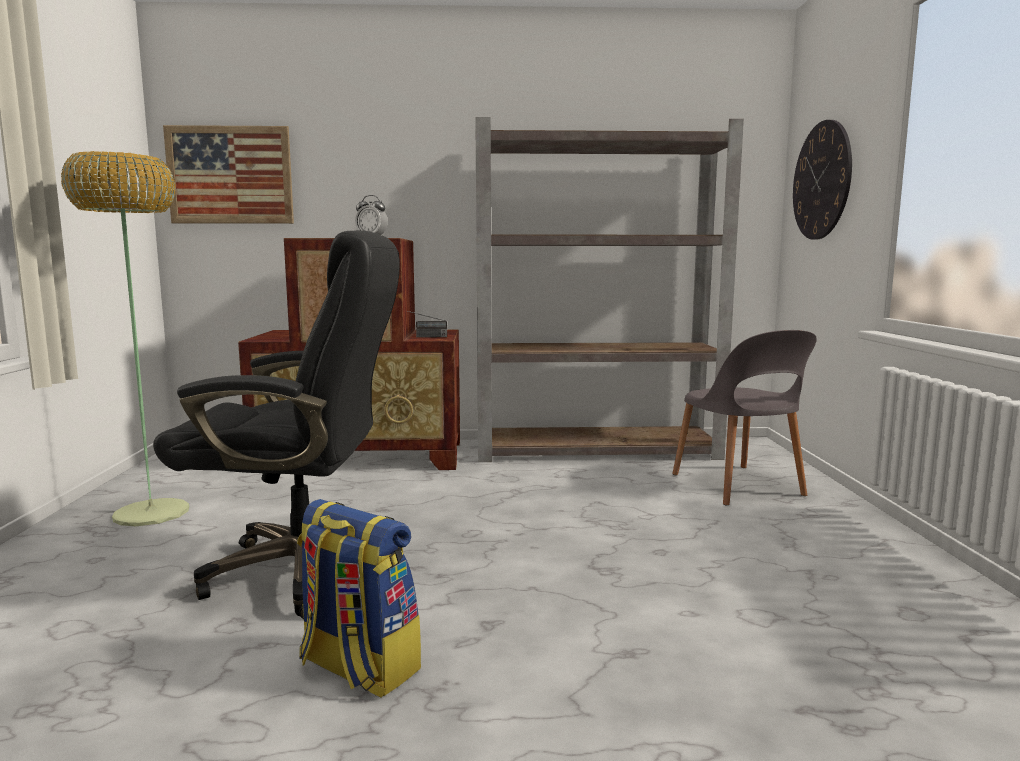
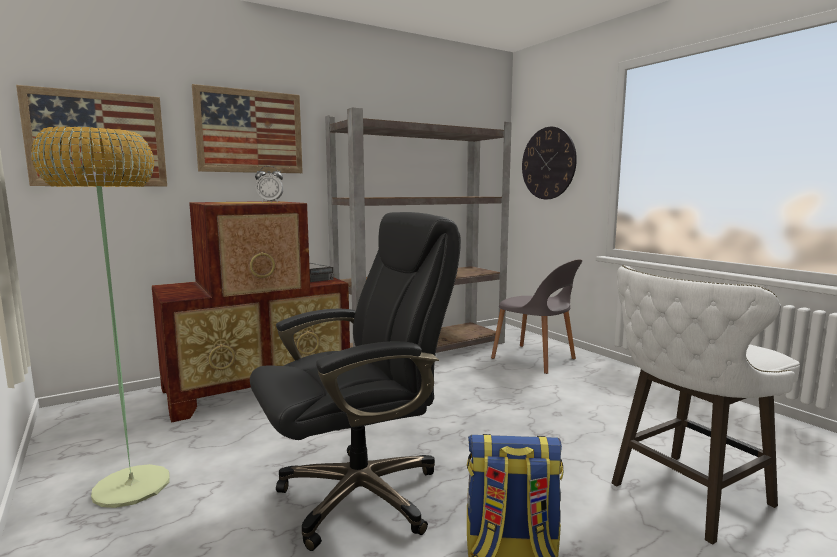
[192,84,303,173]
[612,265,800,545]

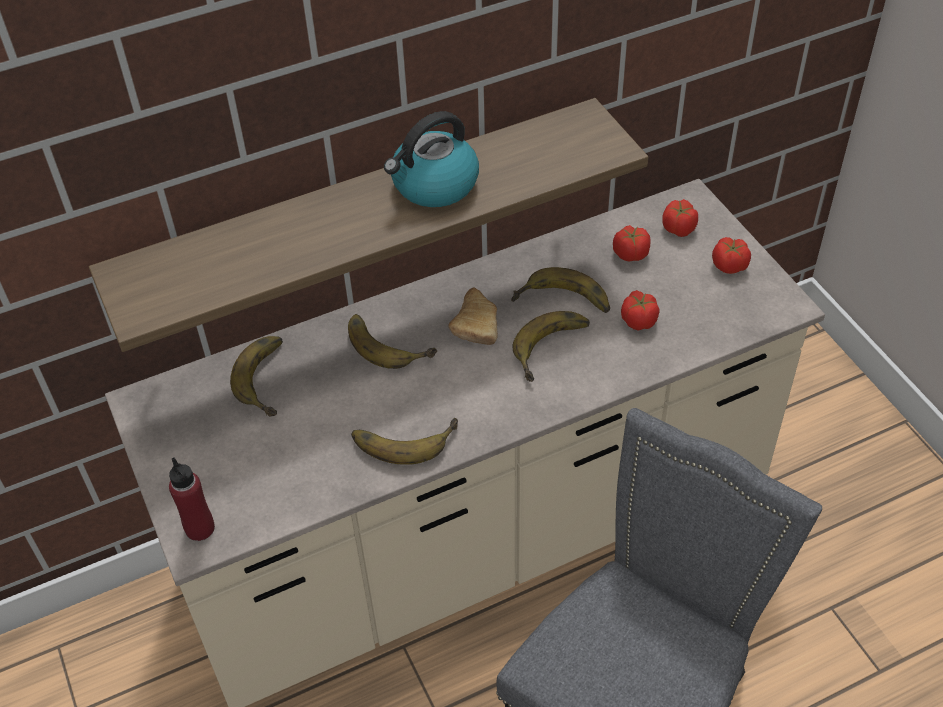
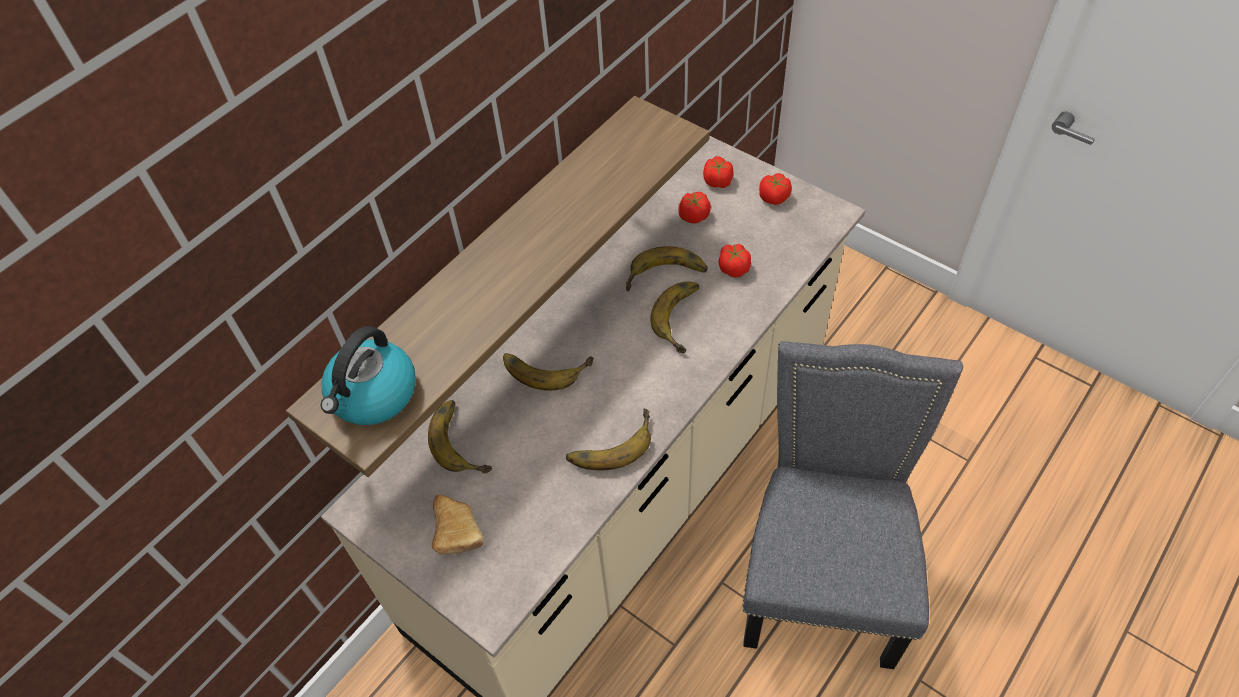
[169,457,215,541] (first image)
[321,326,416,425]
[432,494,484,555]

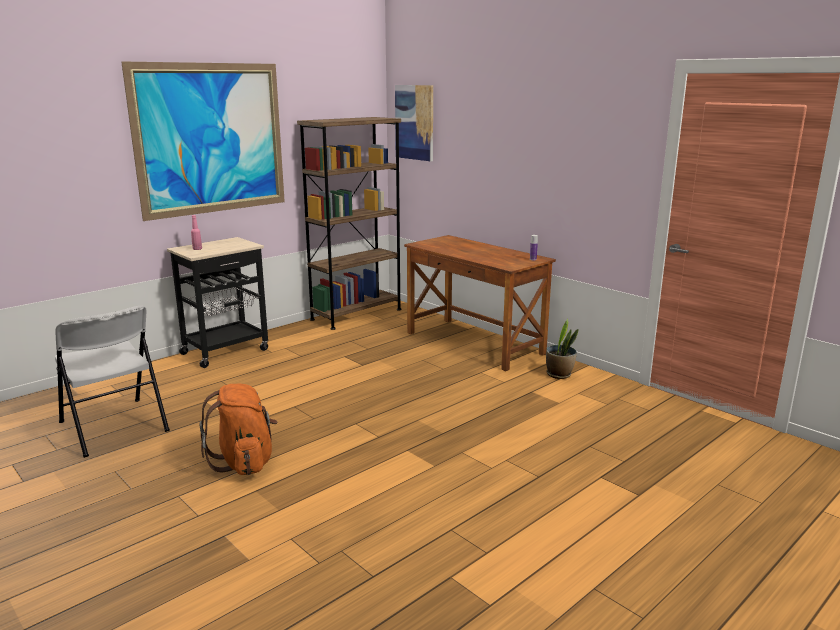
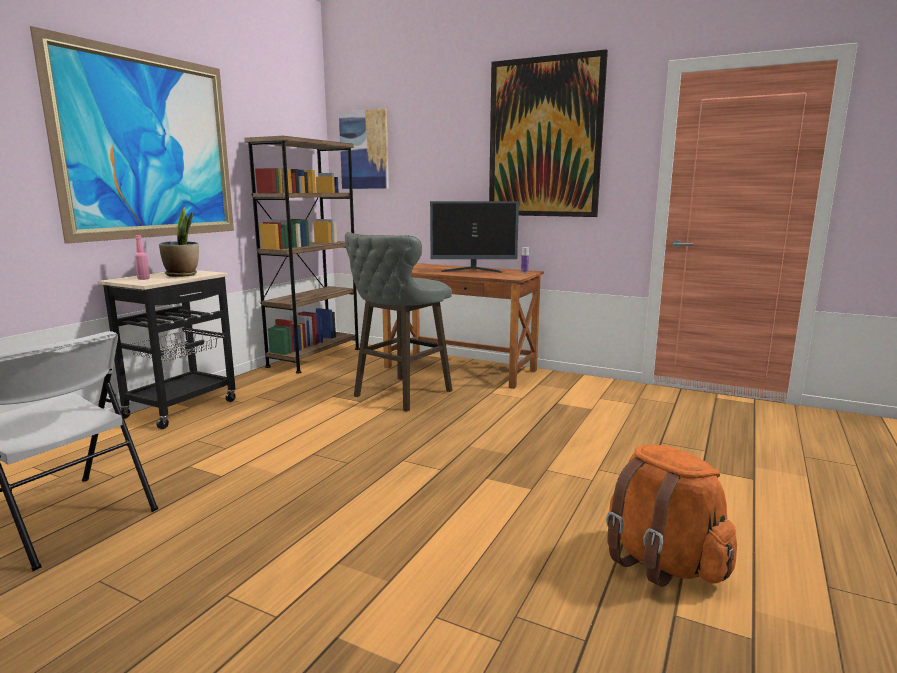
[606,444,737,587]
[159,207,199,277]
[345,232,452,411]
[430,201,519,273]
[489,49,608,217]

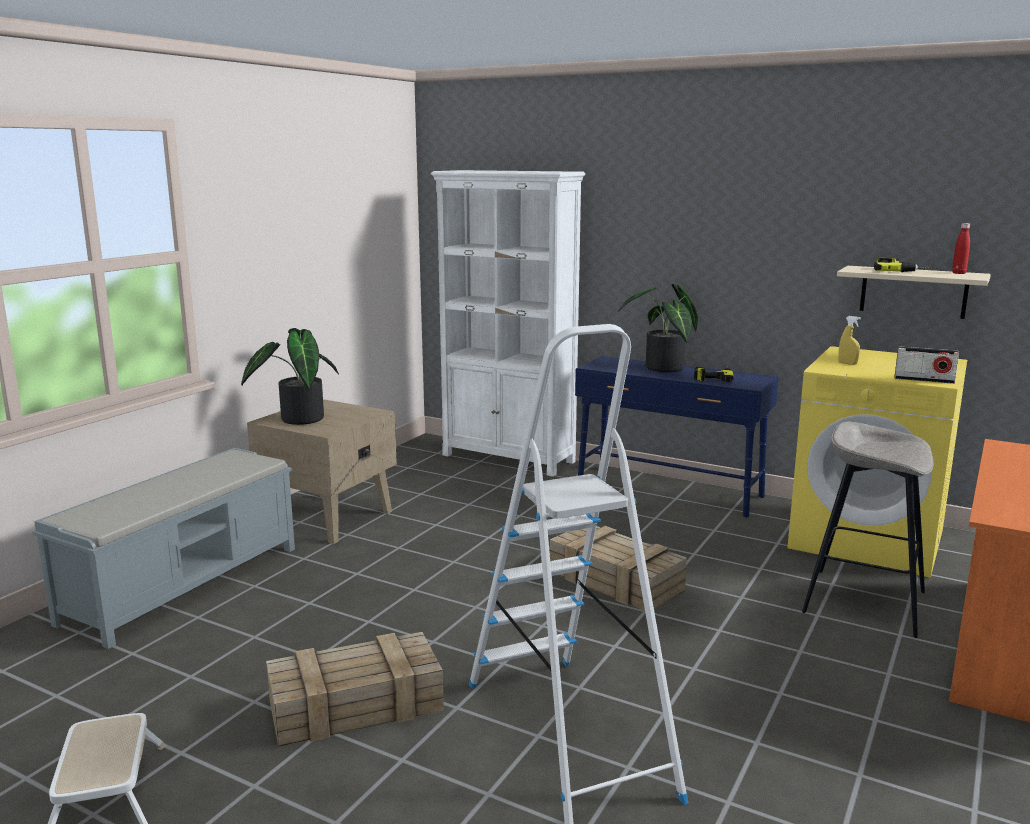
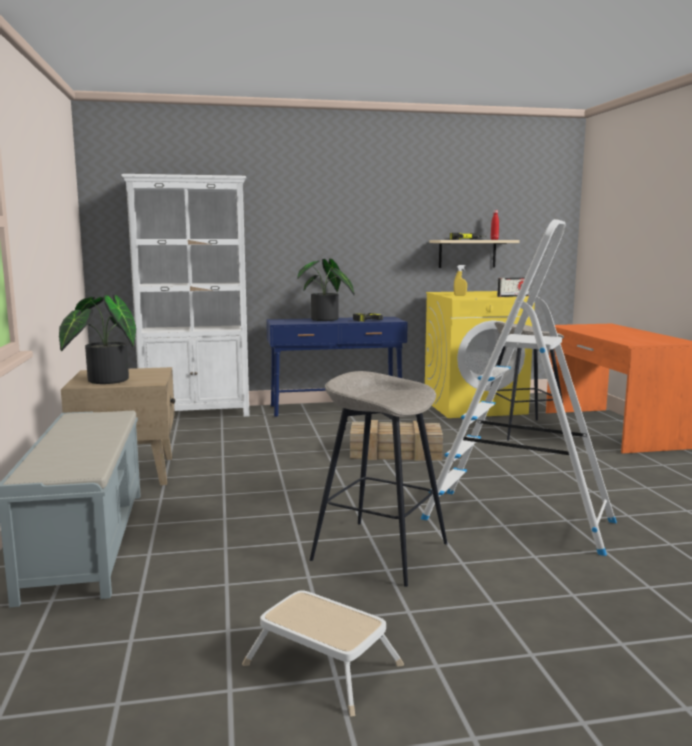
[310,371,447,587]

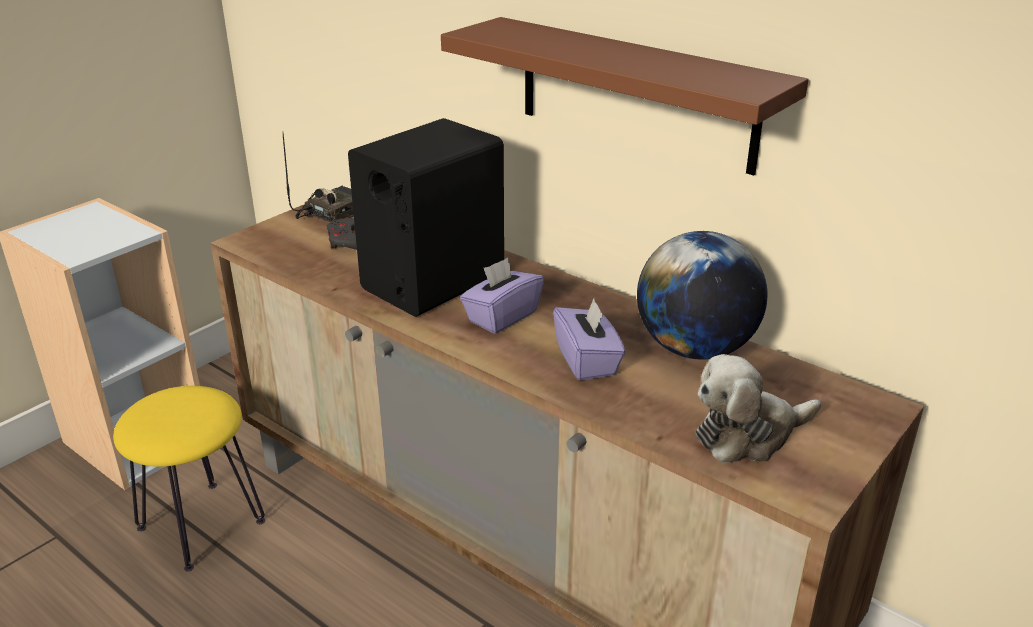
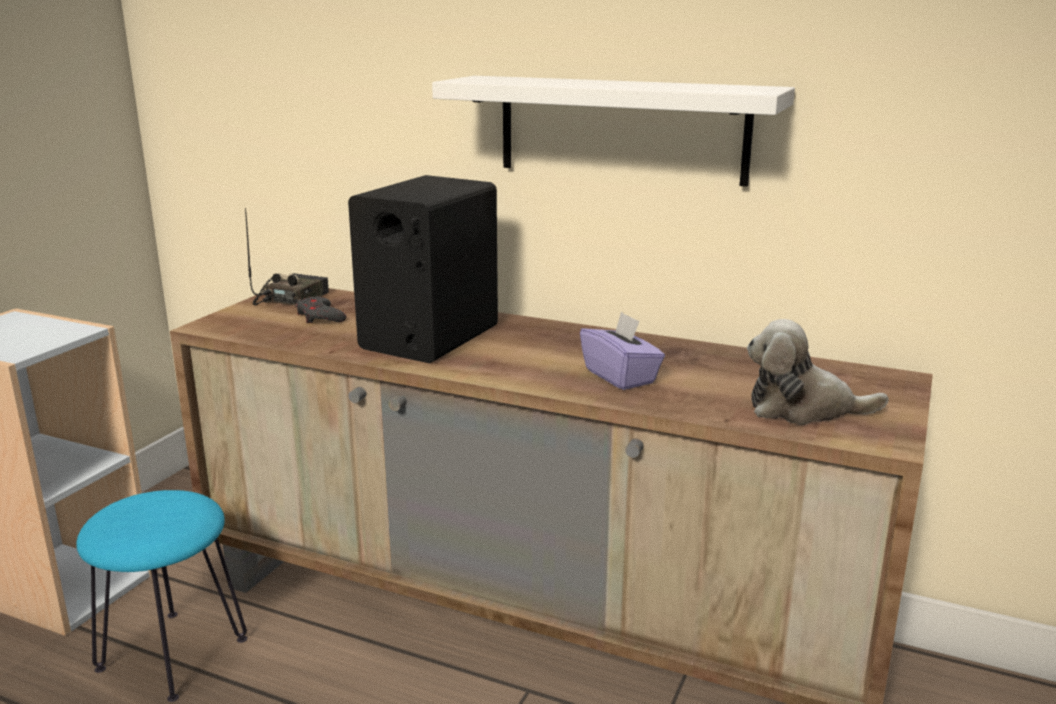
[76,490,247,702]
[432,76,795,187]
[460,257,544,334] (first image)
[637,231,768,360] (first image)
[747,319,889,425]

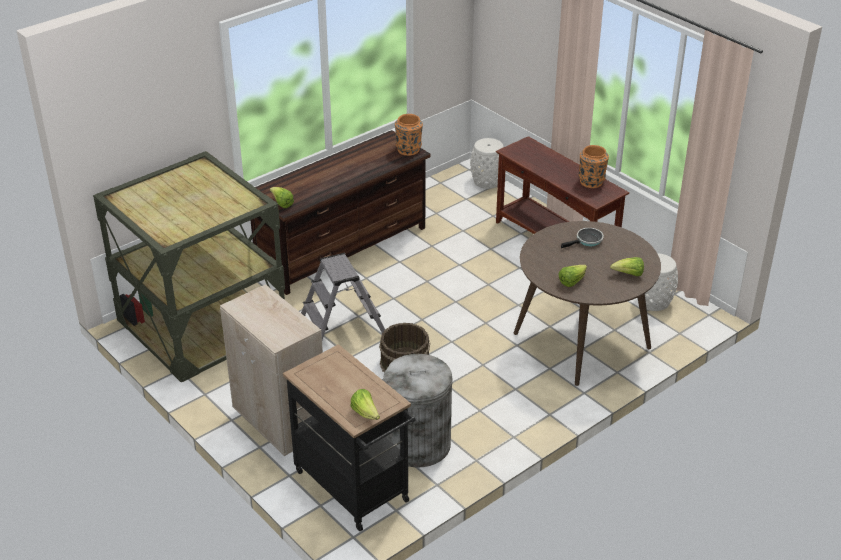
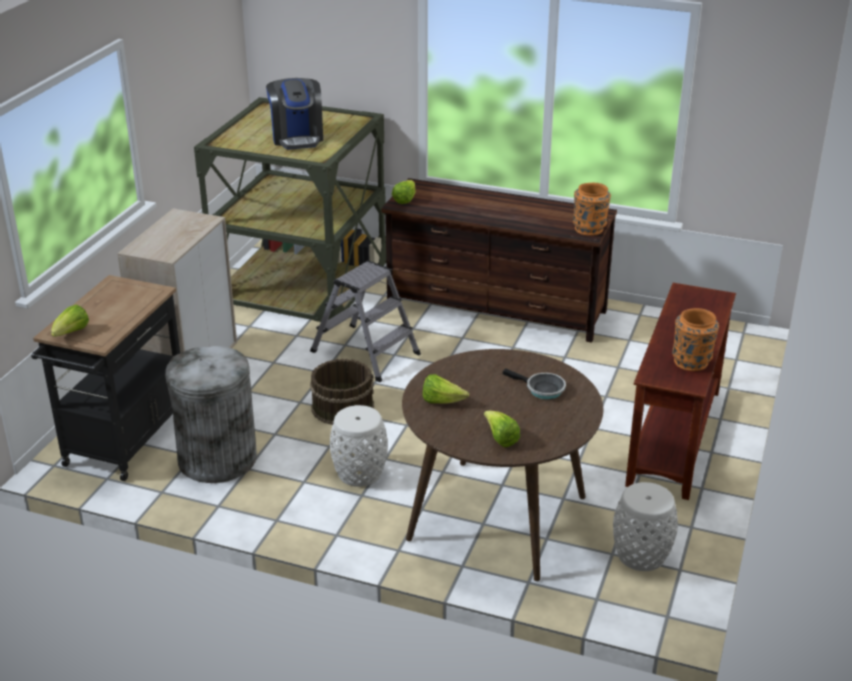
[330,405,388,487]
[266,78,323,149]

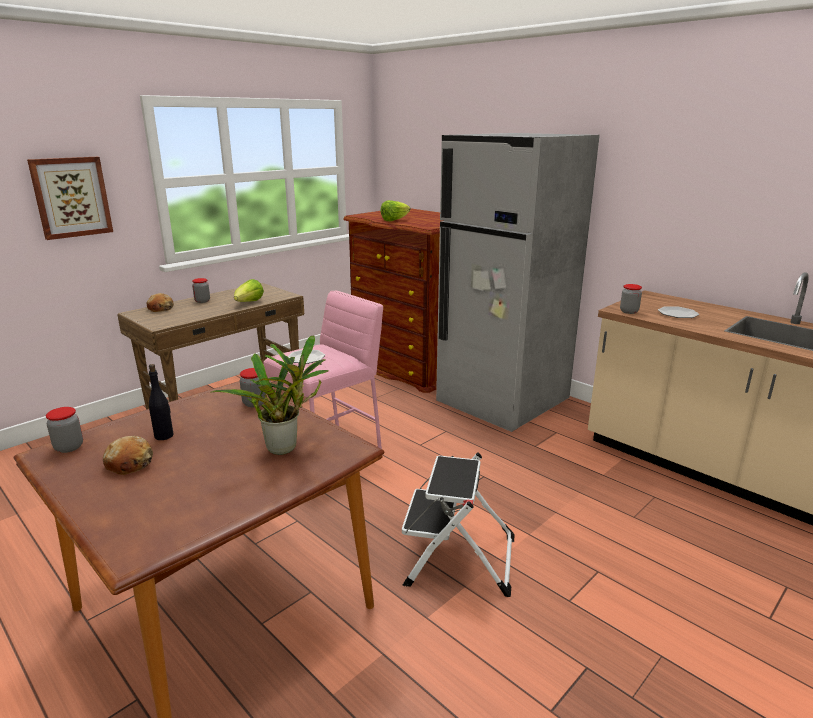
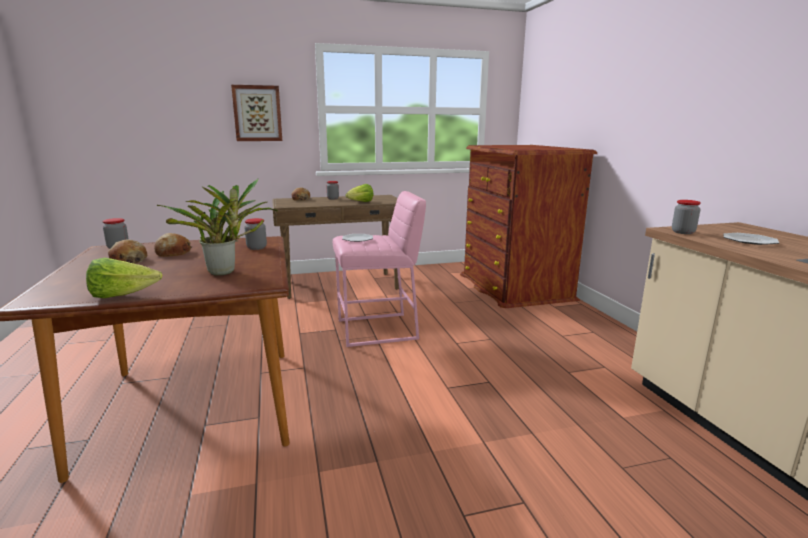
[154,233,192,257]
[86,258,162,298]
[402,452,514,597] (first image)
[436,133,600,432] (first image)

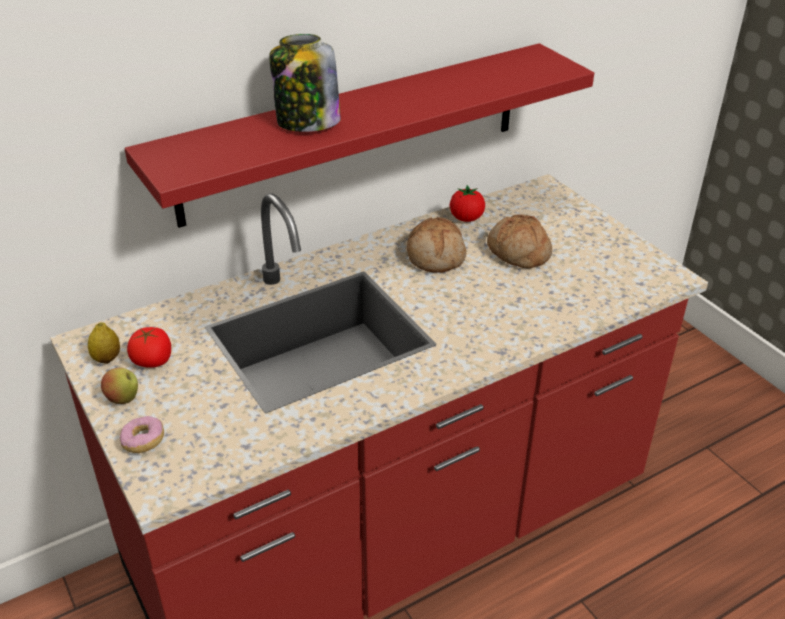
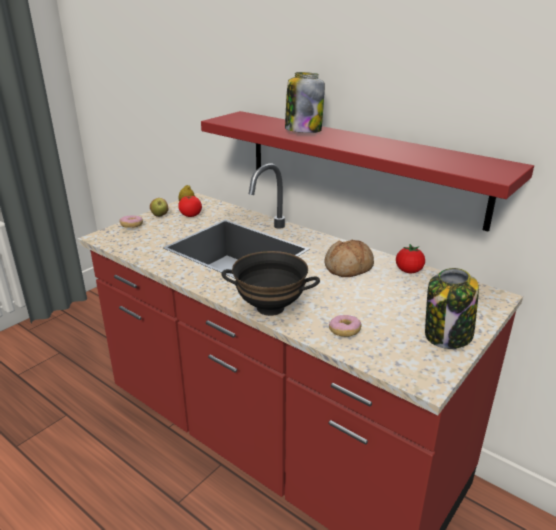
[487,214,552,268] (first image)
[222,251,320,316]
[329,315,361,337]
[425,268,479,349]

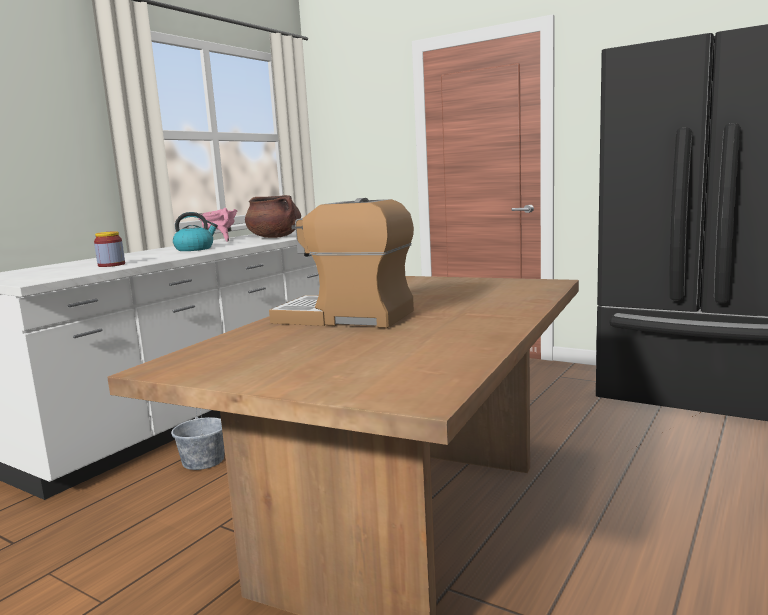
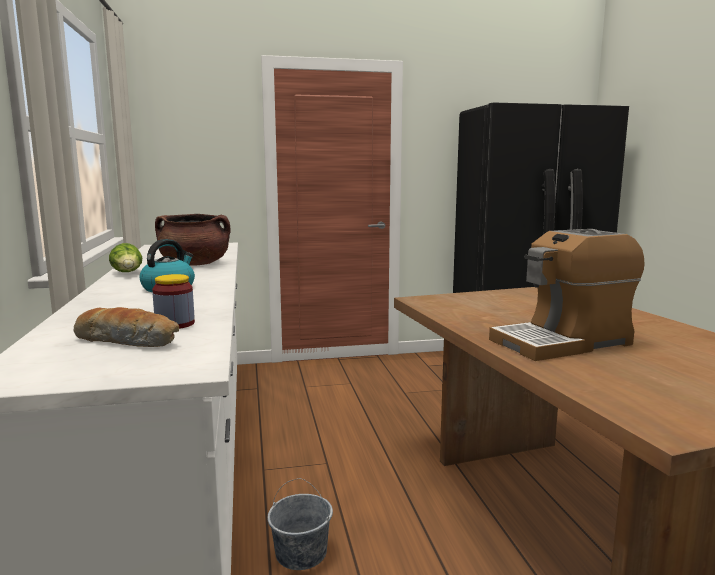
[109,243,142,272]
[74,307,179,347]

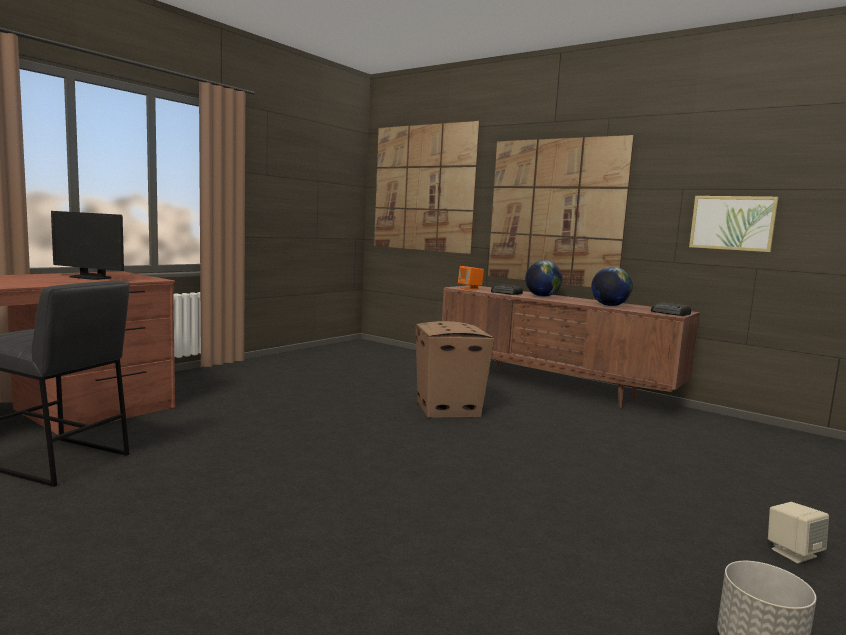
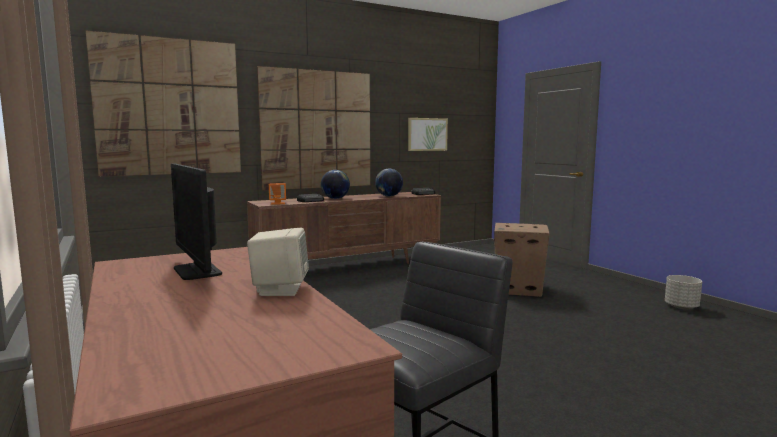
[171,164,222,280]
[494,223,550,297]
[247,228,309,296]

